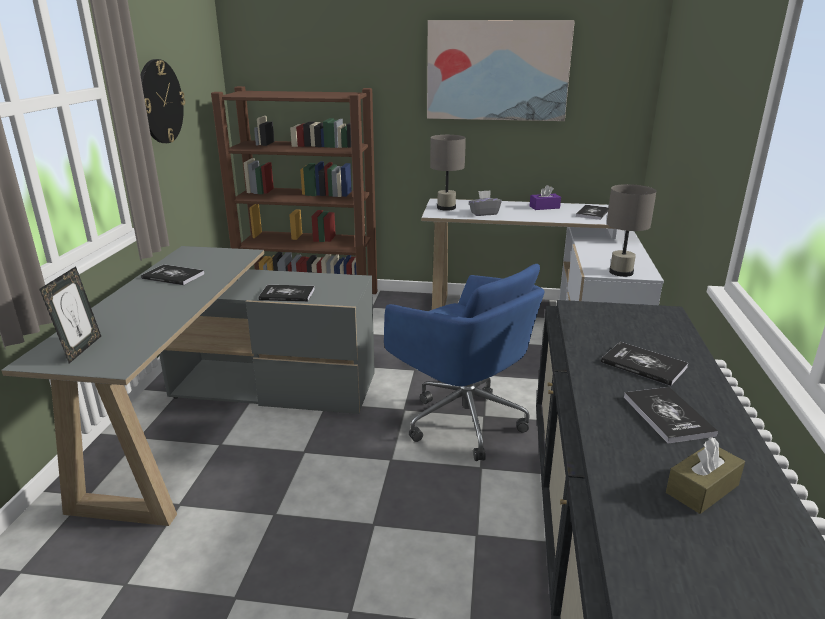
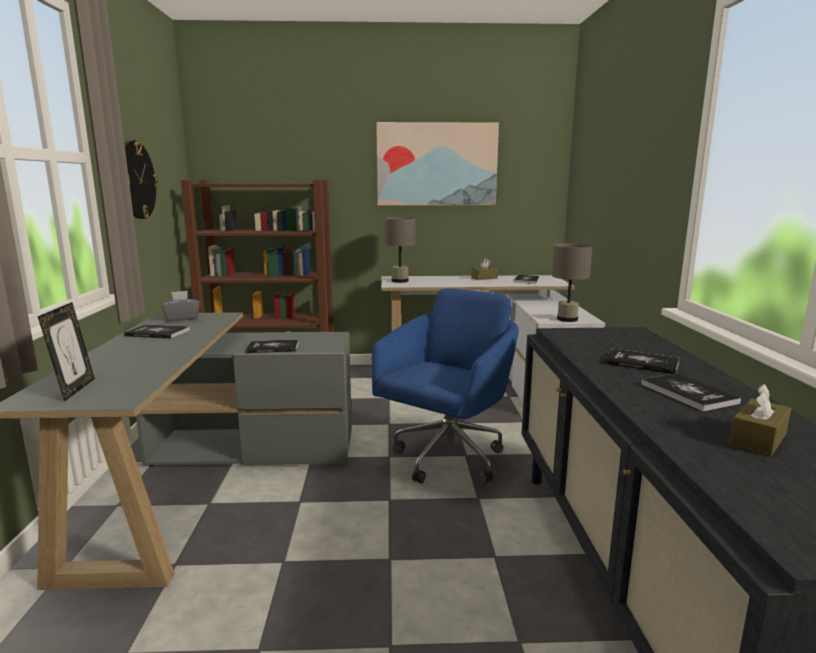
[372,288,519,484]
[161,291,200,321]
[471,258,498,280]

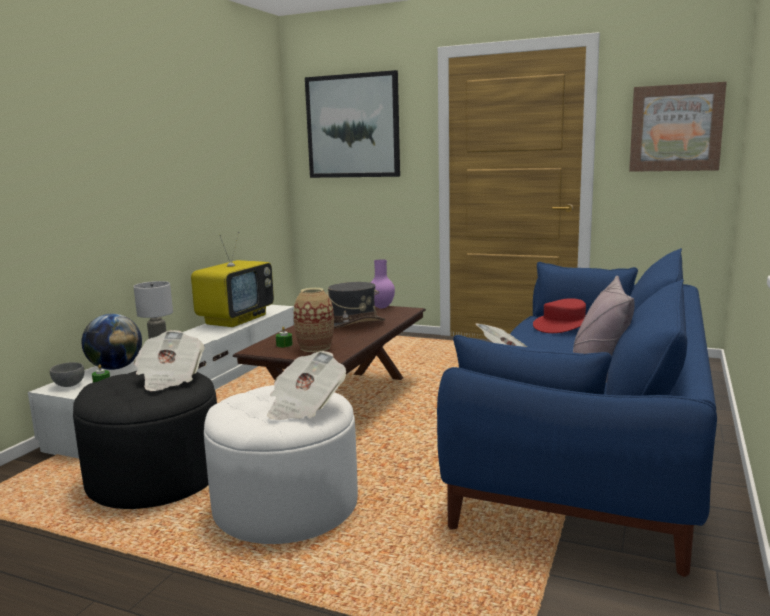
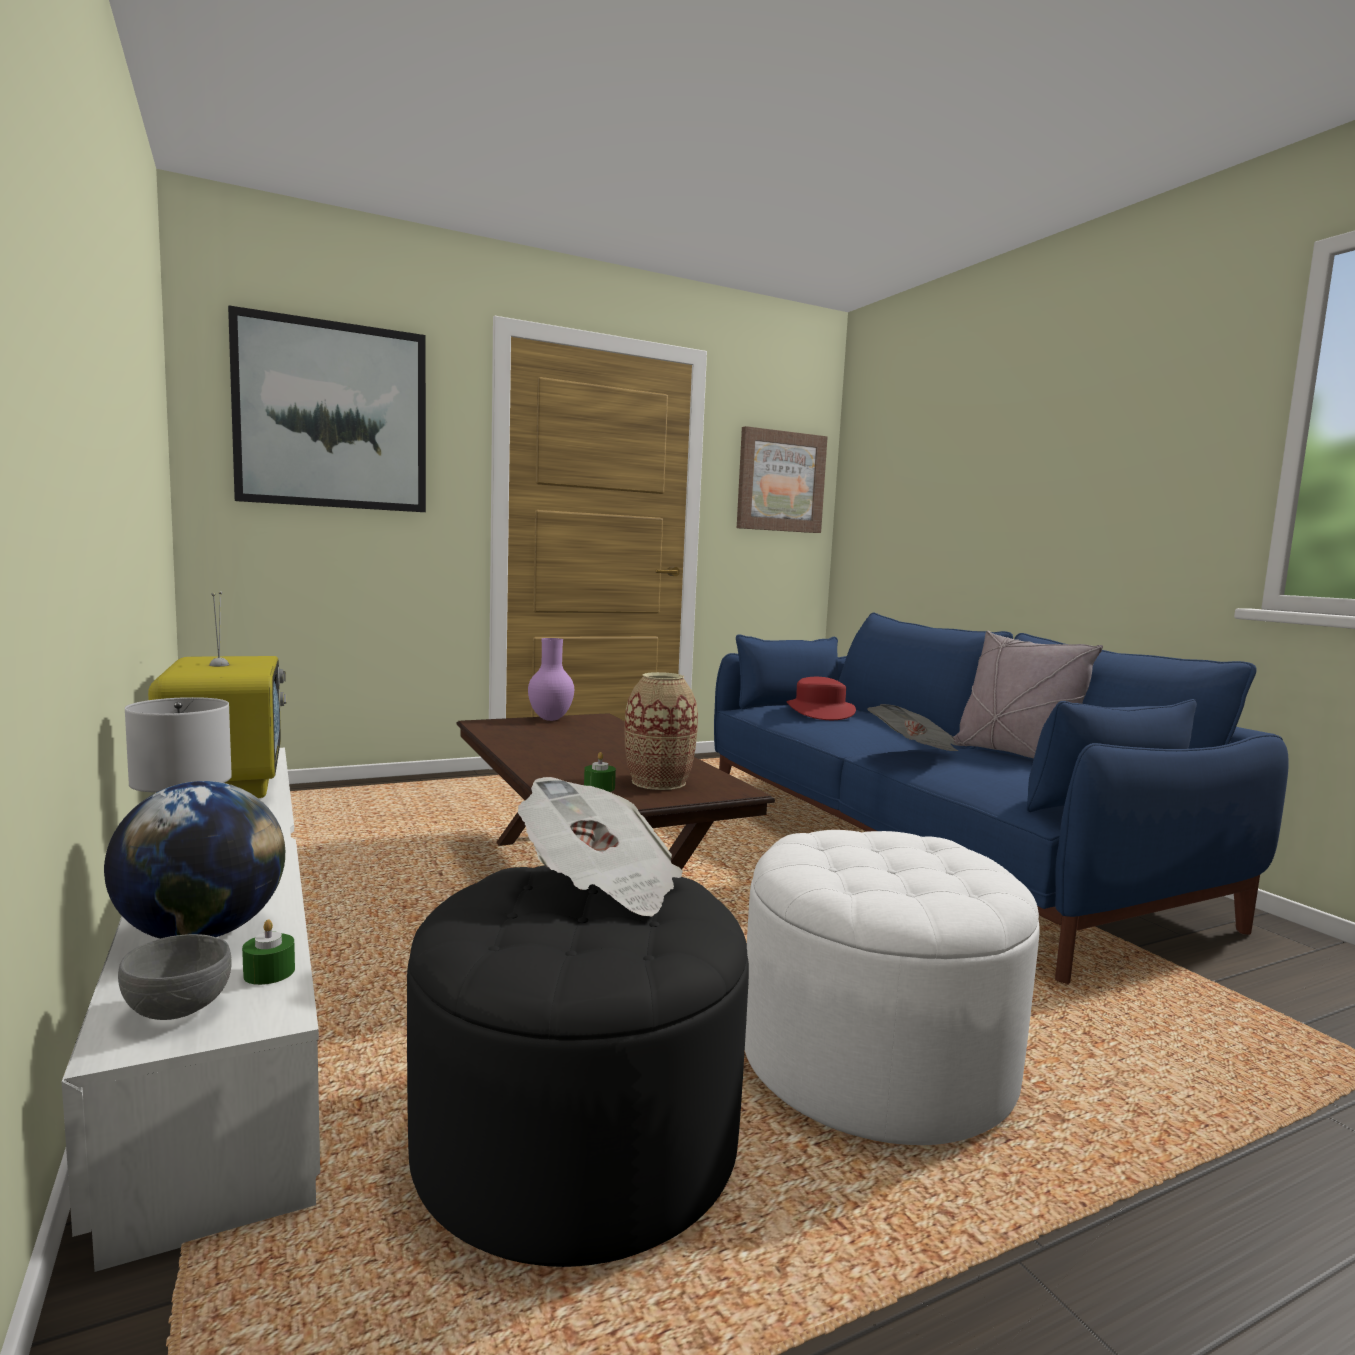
[267,351,346,420] (first image)
[326,282,385,328] (first image)

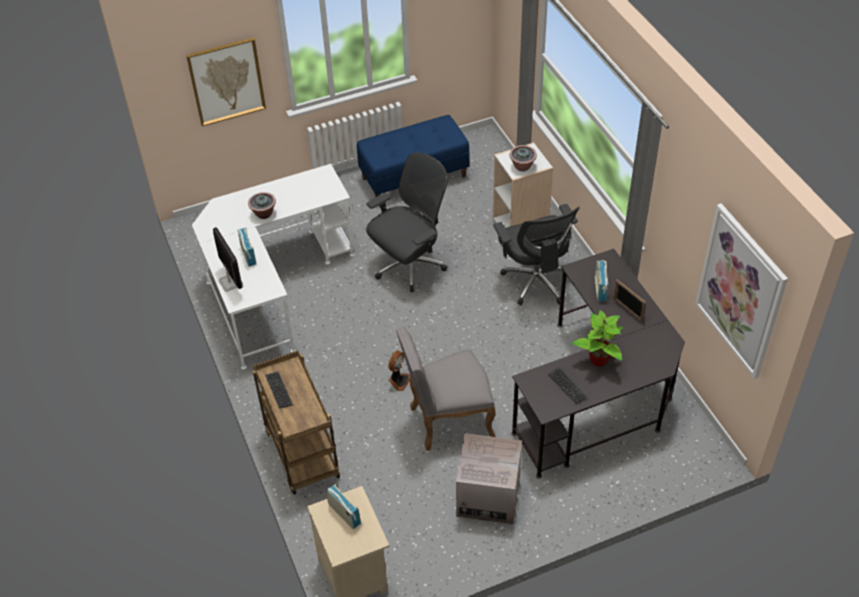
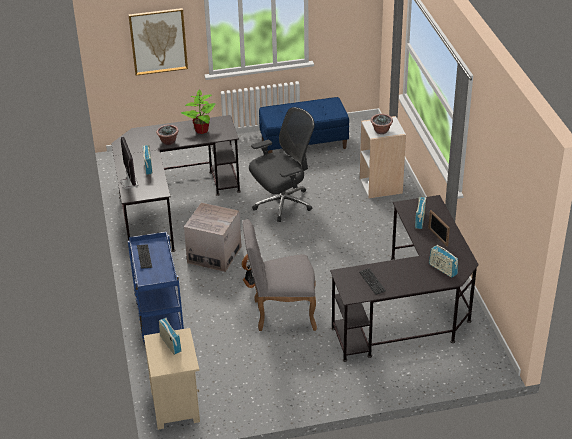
[111,115,241,258]
[128,232,184,345]
[184,203,242,272]
[493,204,580,305] (first image)
[181,89,216,134]
[695,203,788,379] (first image)
[429,245,458,278]

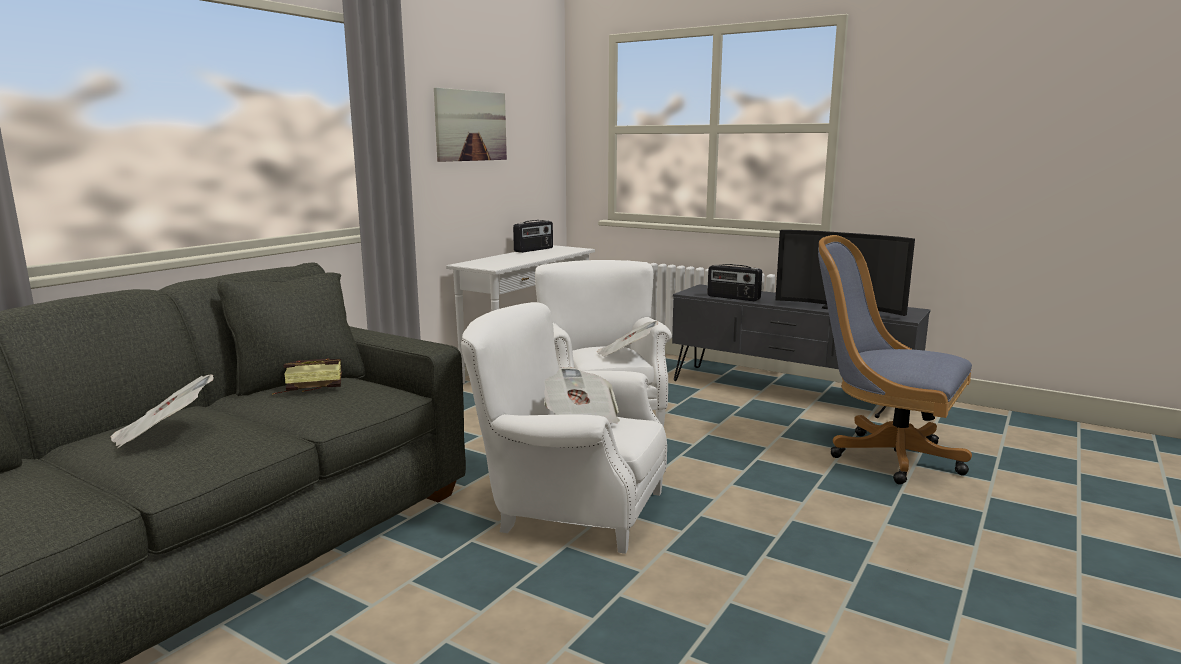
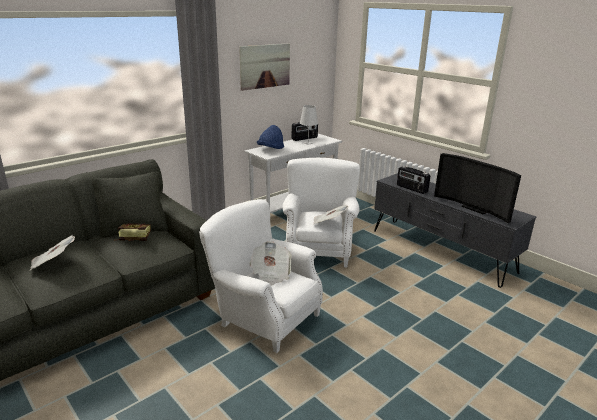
[818,235,972,484] (first image)
[257,125,284,149]
[300,105,318,144]

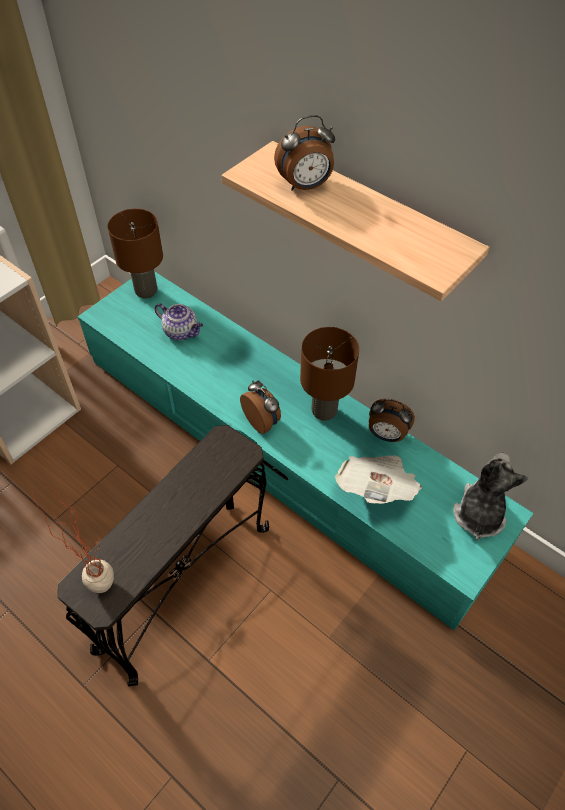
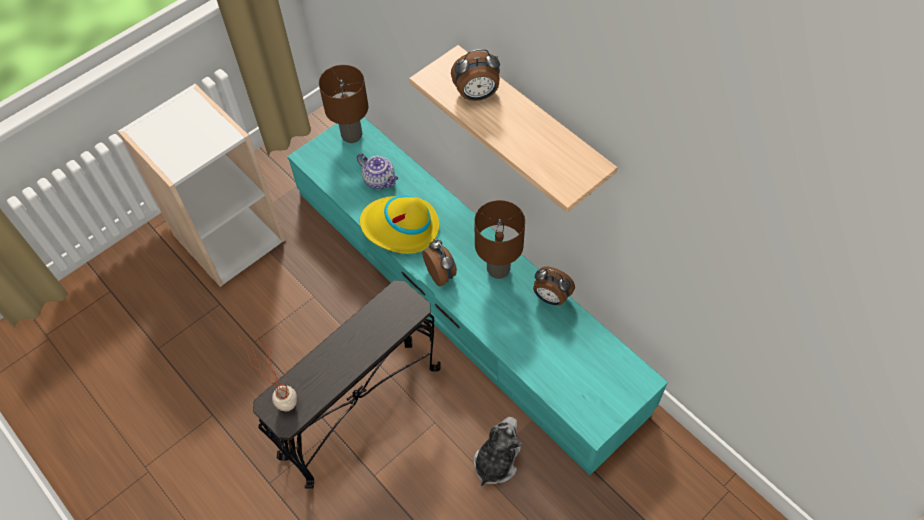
[335,455,422,504] (first image)
[474,417,522,487]
[360,195,439,254]

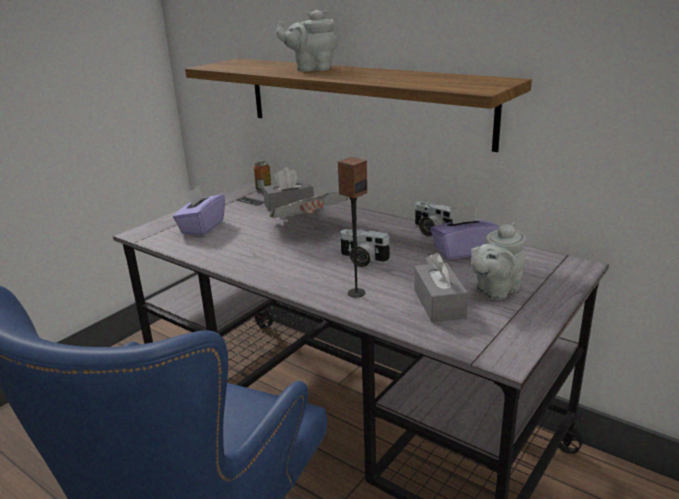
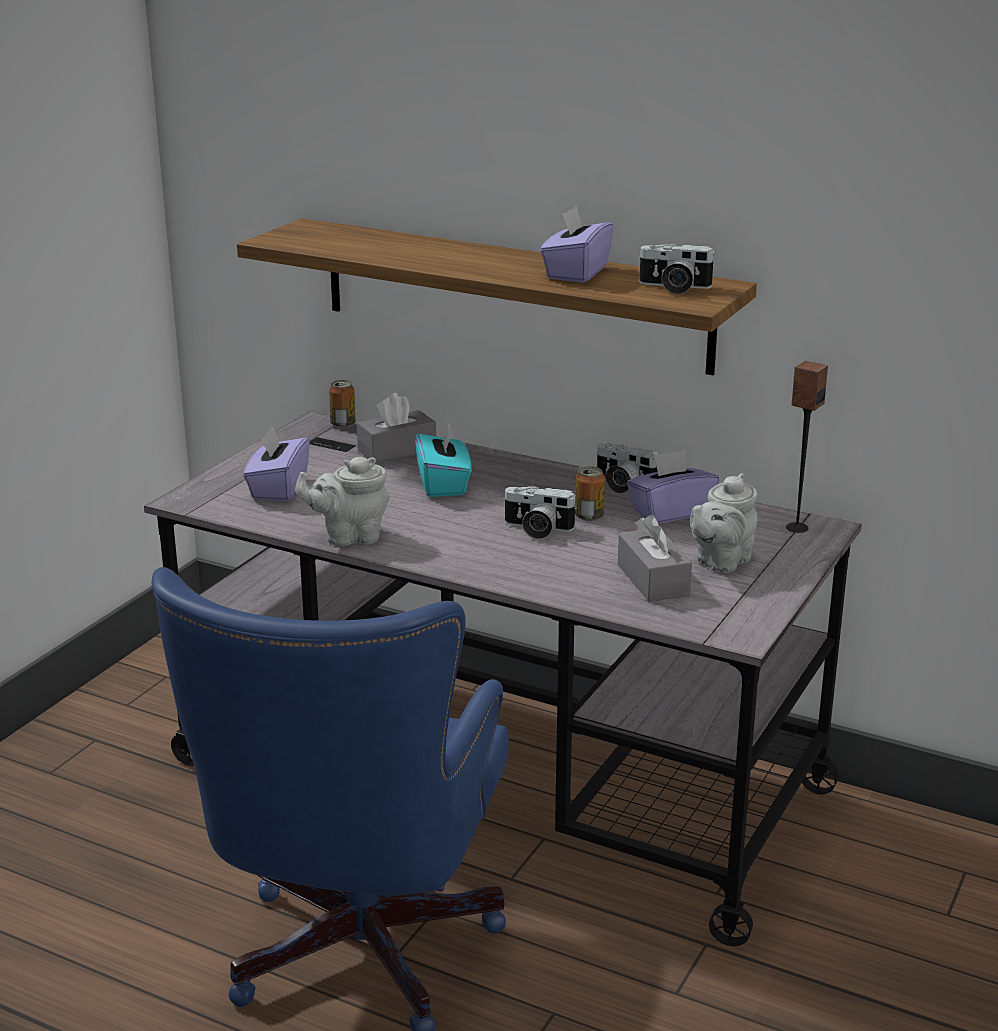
[415,423,471,497]
[295,457,389,546]
[786,361,828,533]
[540,205,614,283]
[575,466,605,521]
[637,244,716,294]

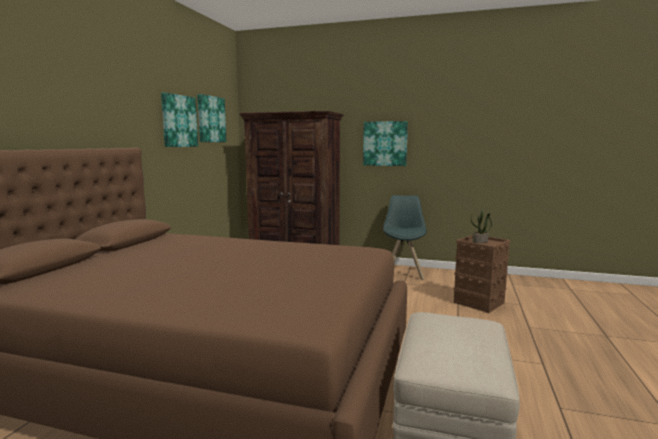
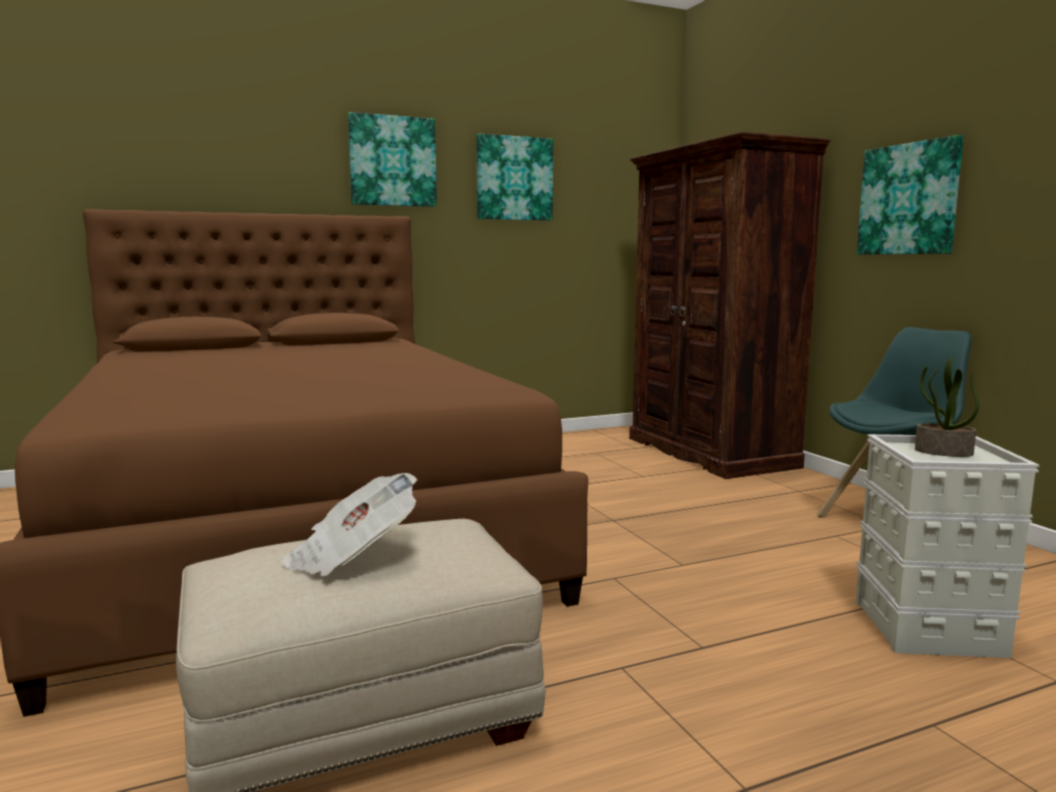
[348,112,437,207]
[856,434,1039,658]
[282,473,417,576]

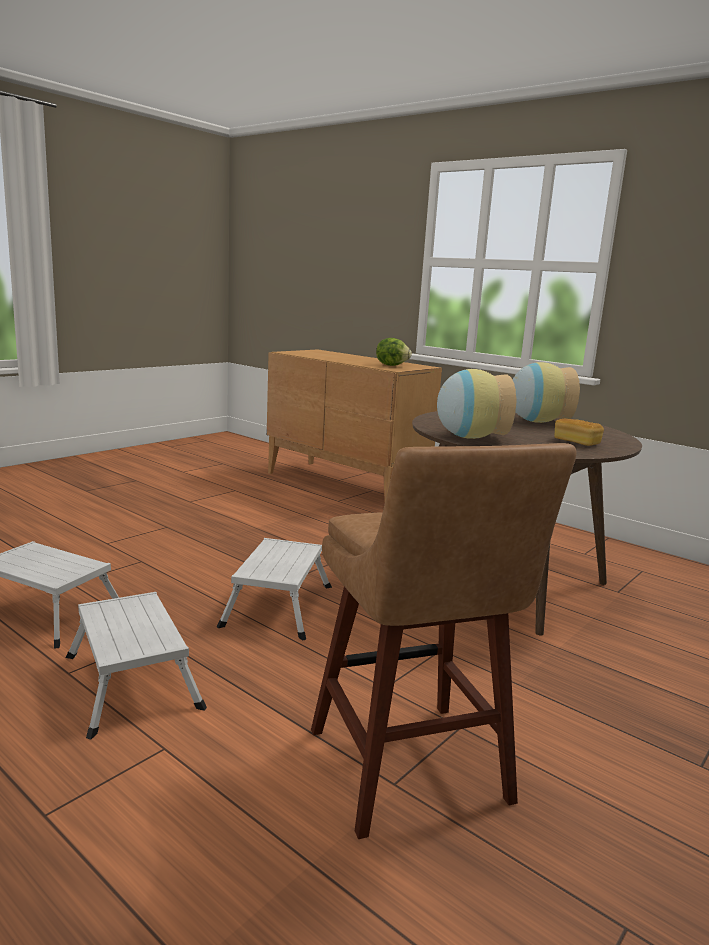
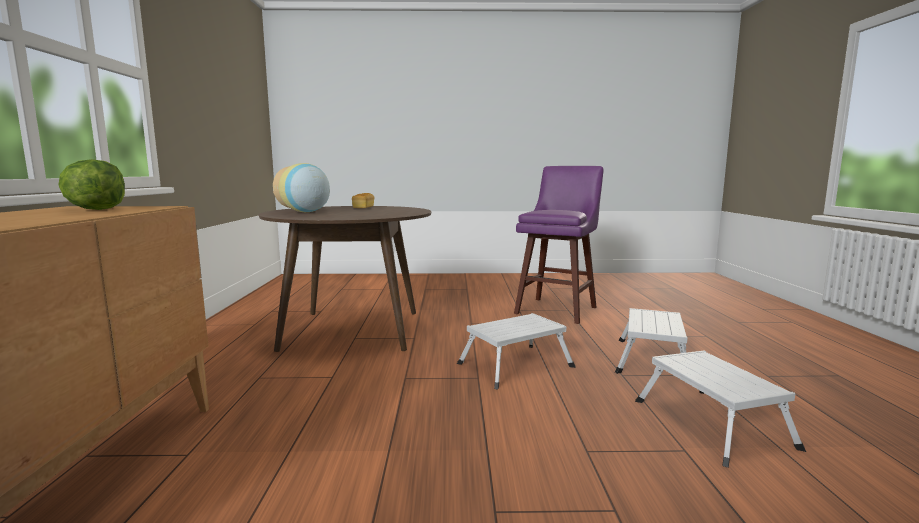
[514,166,603,324]
[437,369,516,439] (first image)

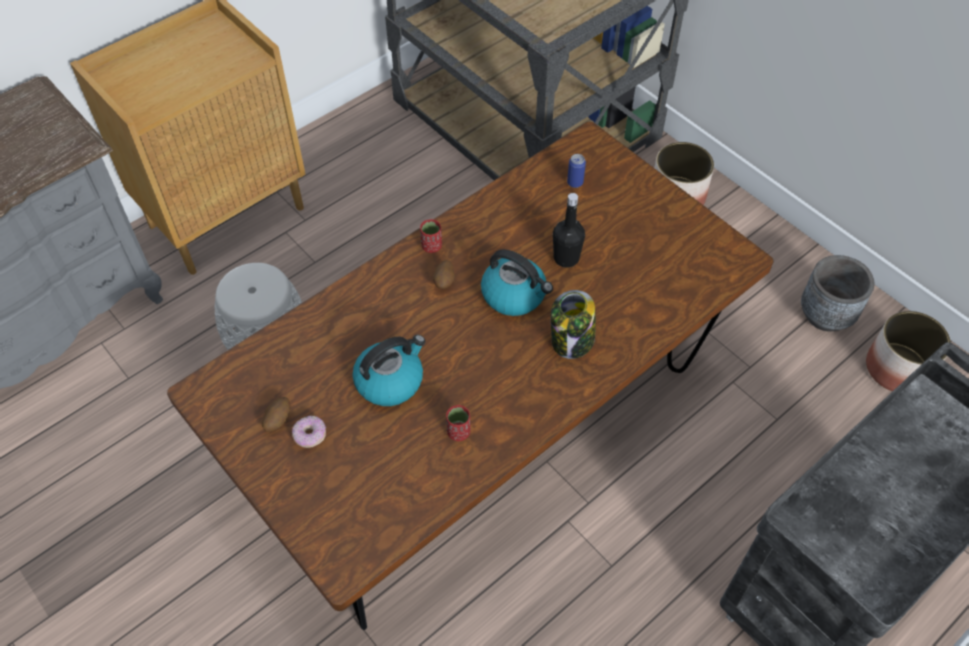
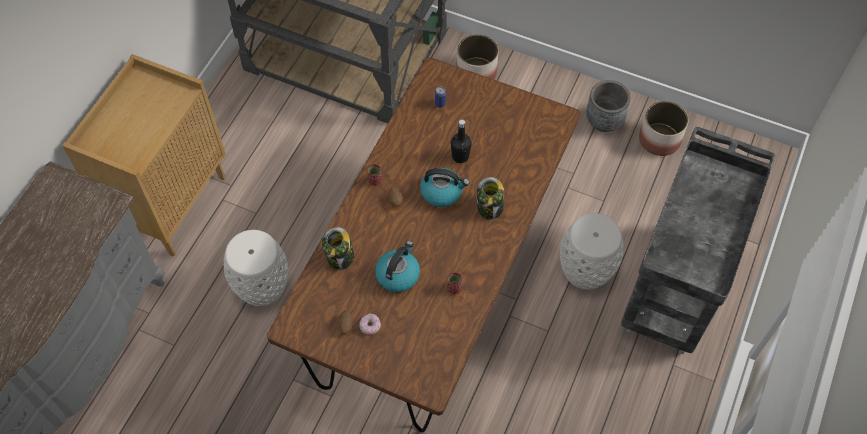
[322,227,355,270]
[560,213,624,290]

